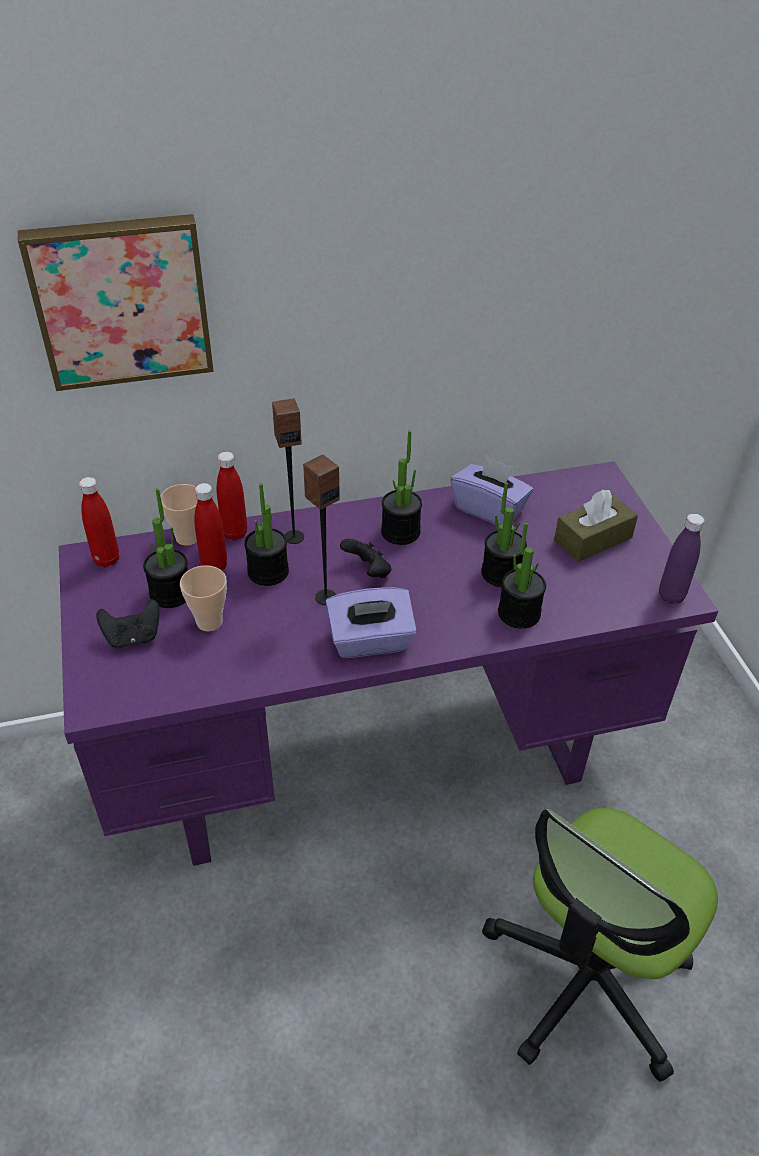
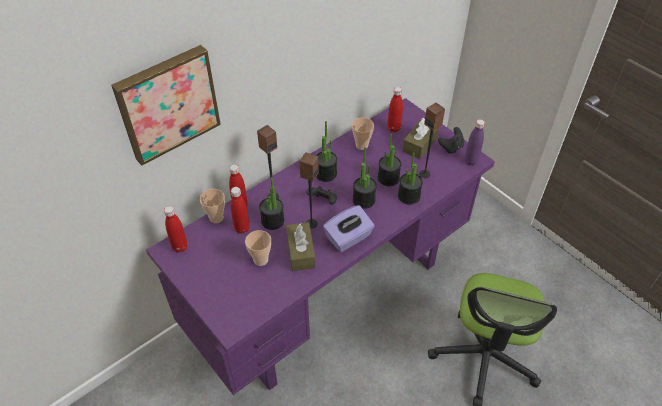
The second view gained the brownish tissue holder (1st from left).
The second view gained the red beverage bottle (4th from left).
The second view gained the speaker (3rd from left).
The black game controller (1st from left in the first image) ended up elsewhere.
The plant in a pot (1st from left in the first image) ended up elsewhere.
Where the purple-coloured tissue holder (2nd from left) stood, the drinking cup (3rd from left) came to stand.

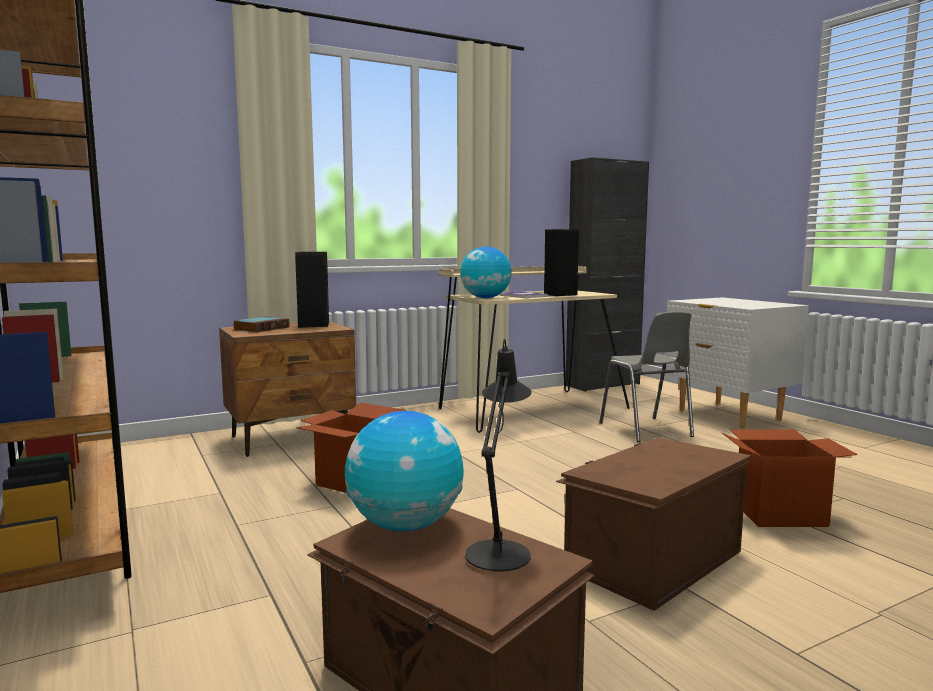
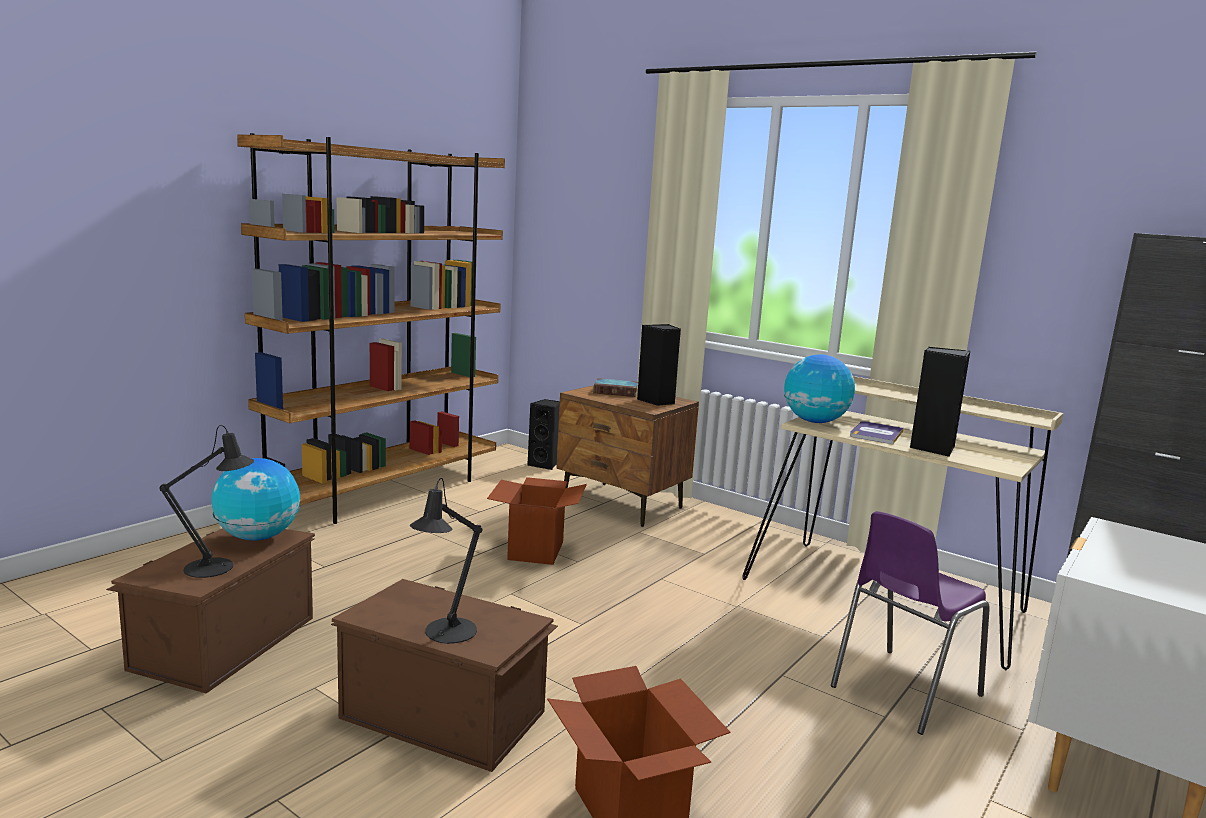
The second view gained the black table lamp (2nd from left).
The second view gained the black speaker (1st from left).
What was the gray chair turned into the purple-coloured chair.

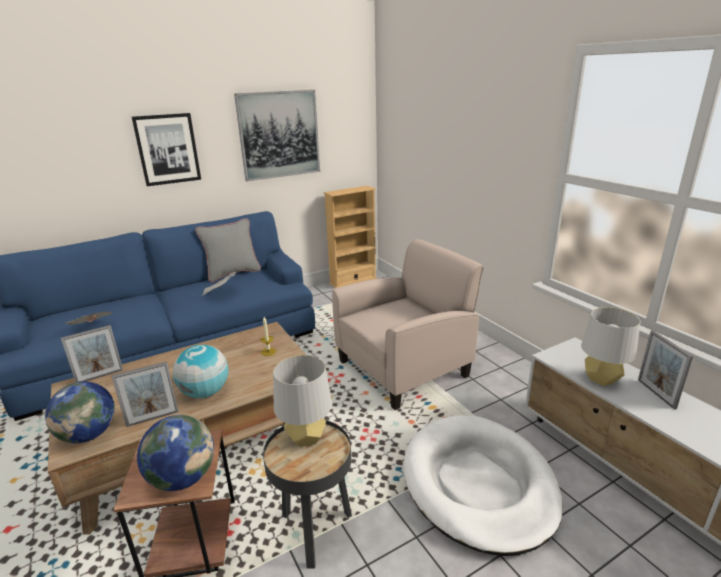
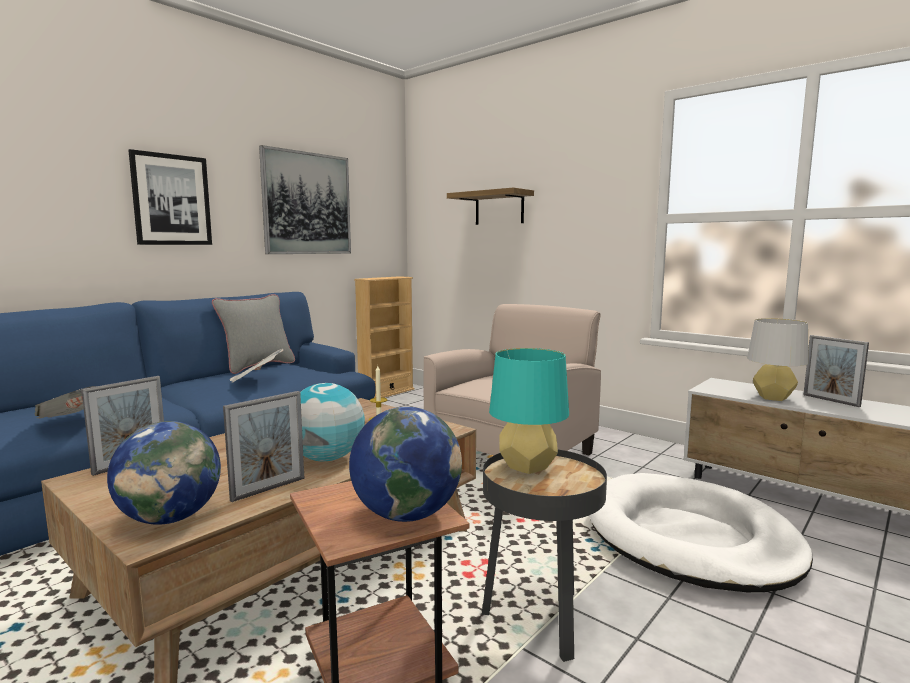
The second view gained the bracket shelf.
What was the gray table lamp (1st from left) turned into the blue-green table lamp.

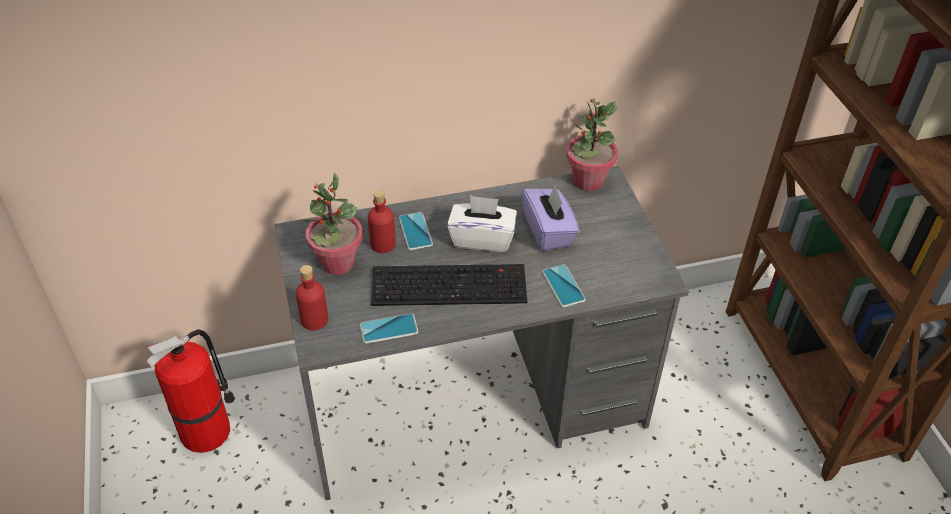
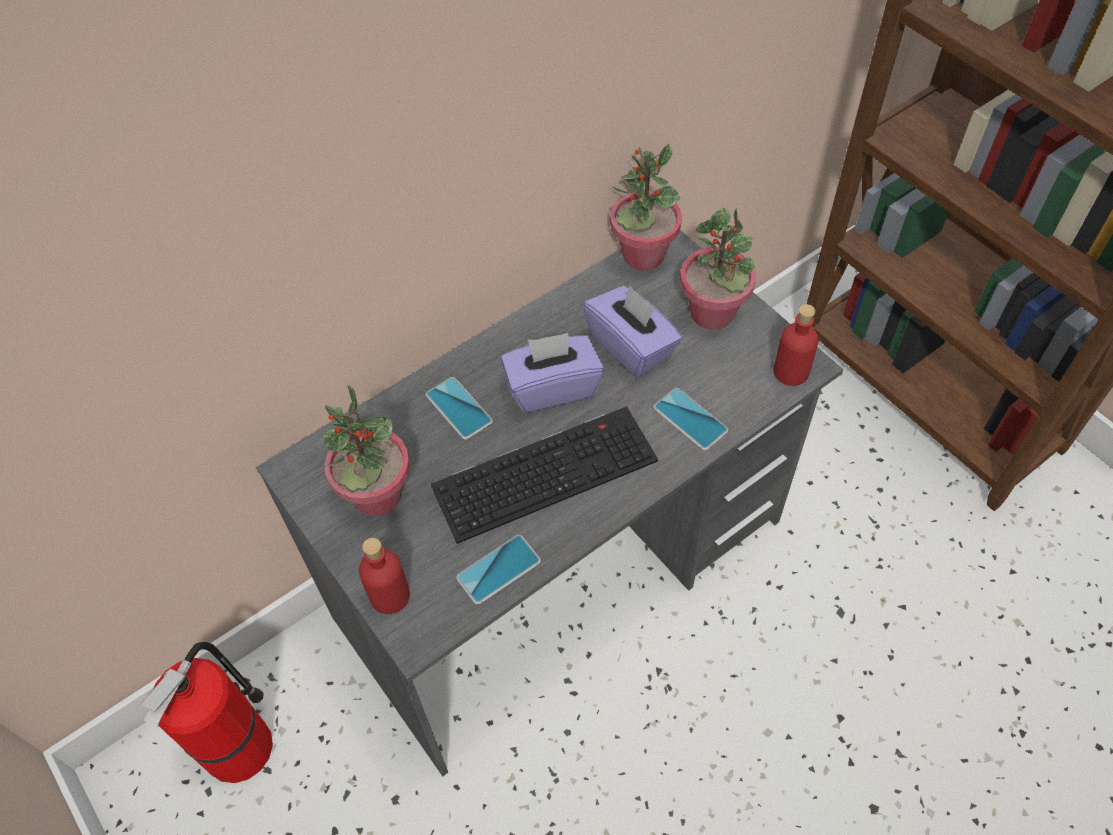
The second view gained the plant in a pot (3rd from left).
The red beverage bottle (2nd from left) ended up elsewhere.
What was the whitish tissue holder turned into the purple-coloured tissue holder (1st from left).

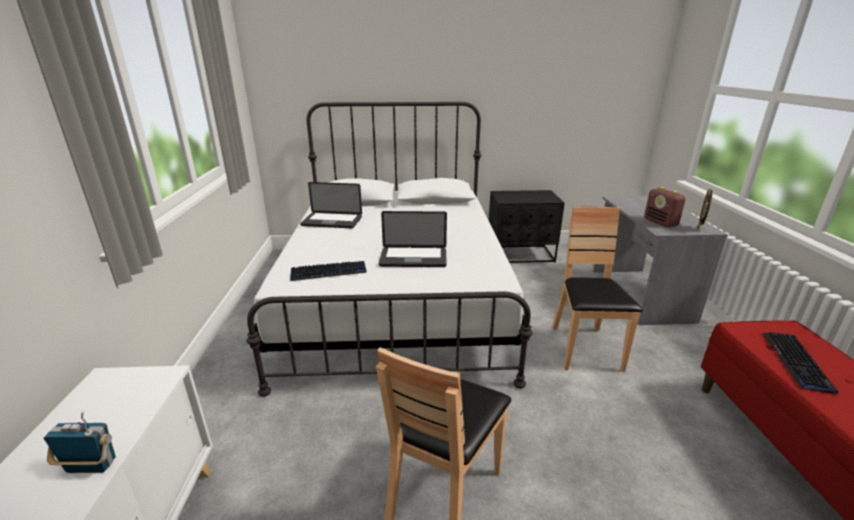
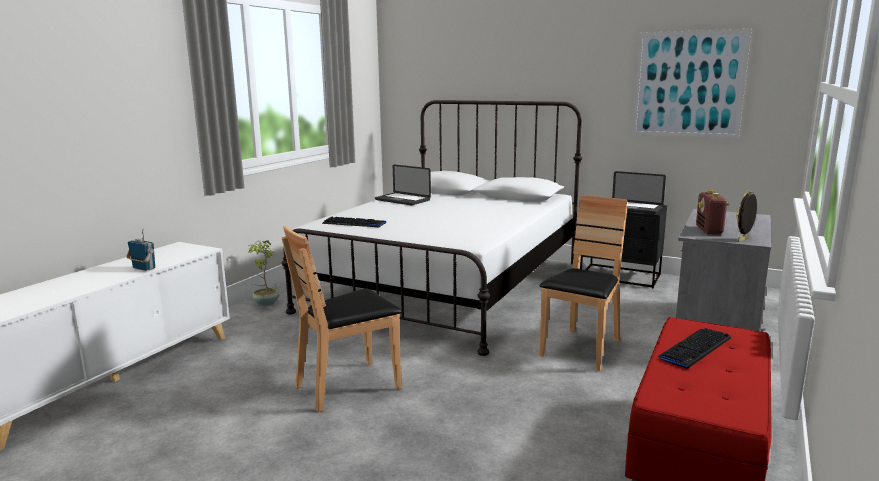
The second view gained the plant in a pot.
The second view gained the wall art.
The portable computer (2nd from left) ended up elsewhere.

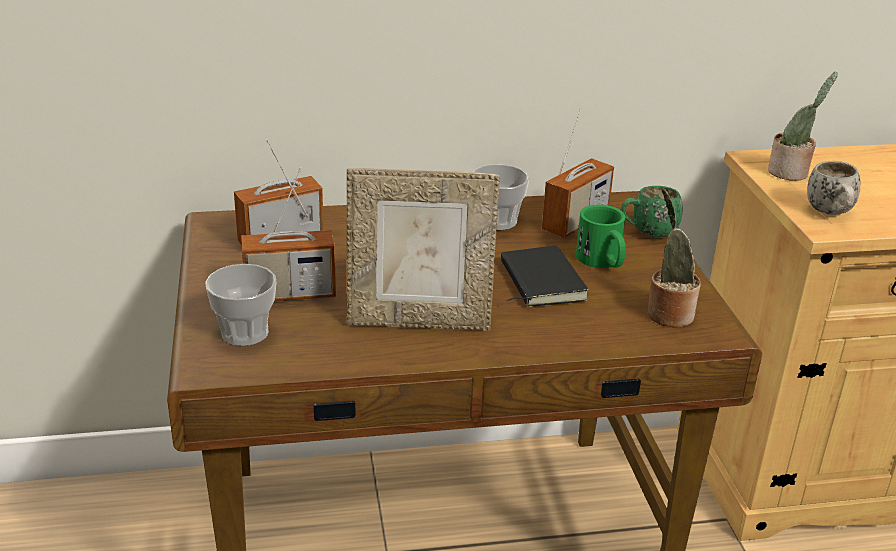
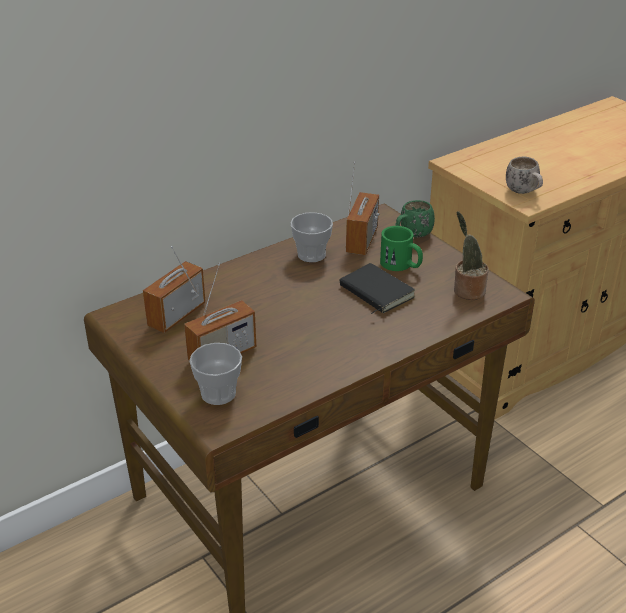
The second view lost the standing frame.
The second view lost the plant in a pot (2nd from left).

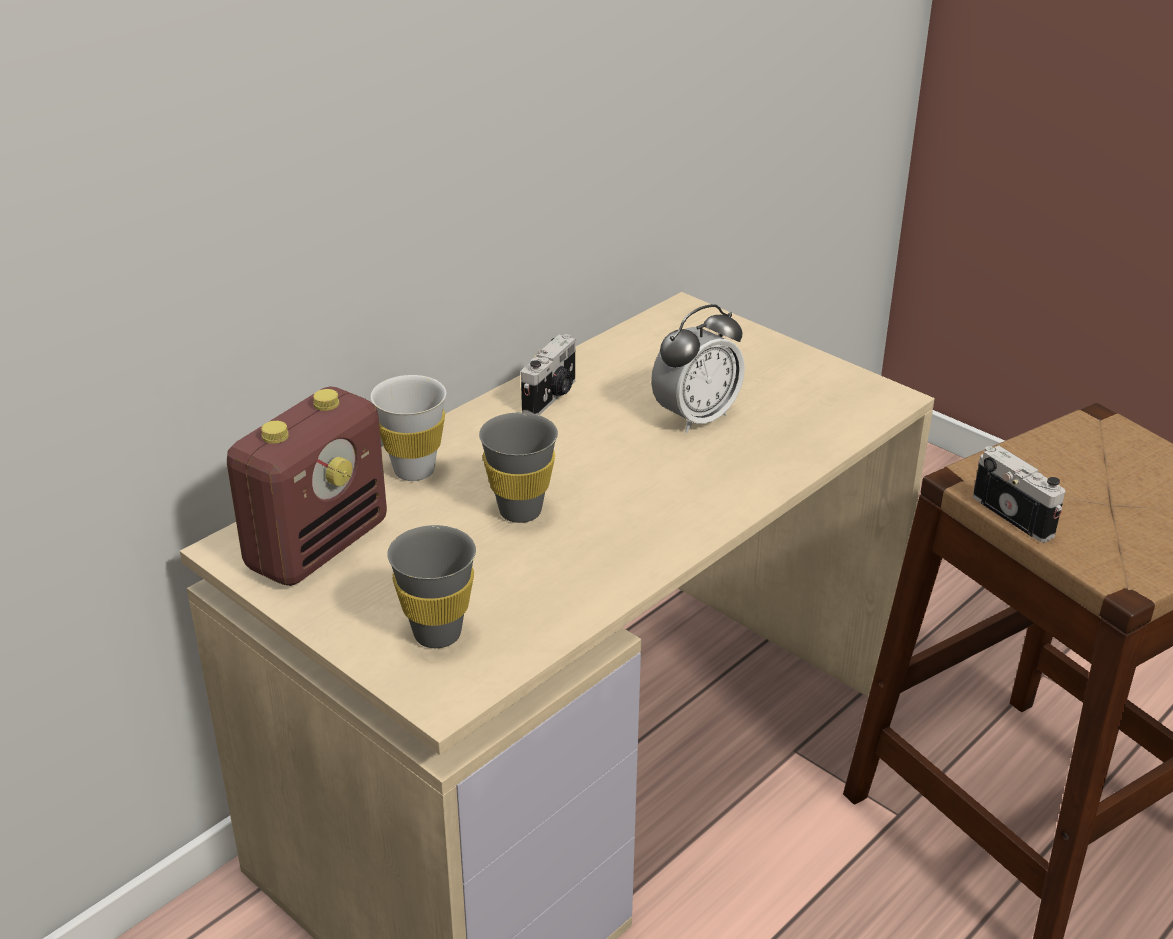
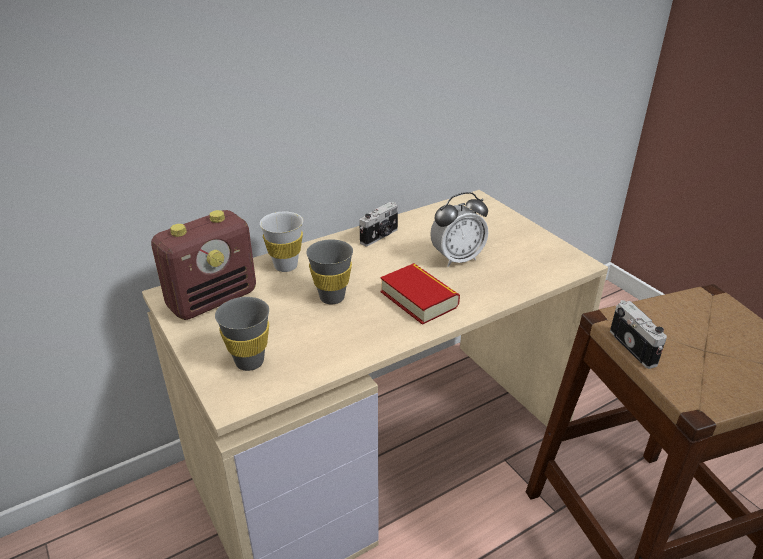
The second view gained the book.

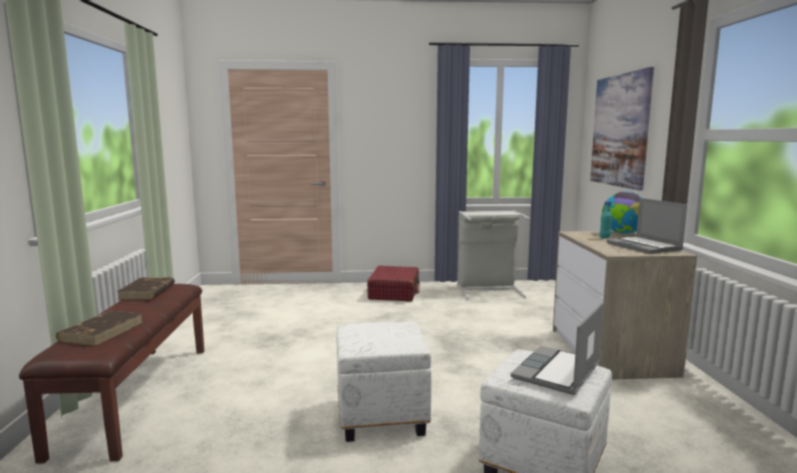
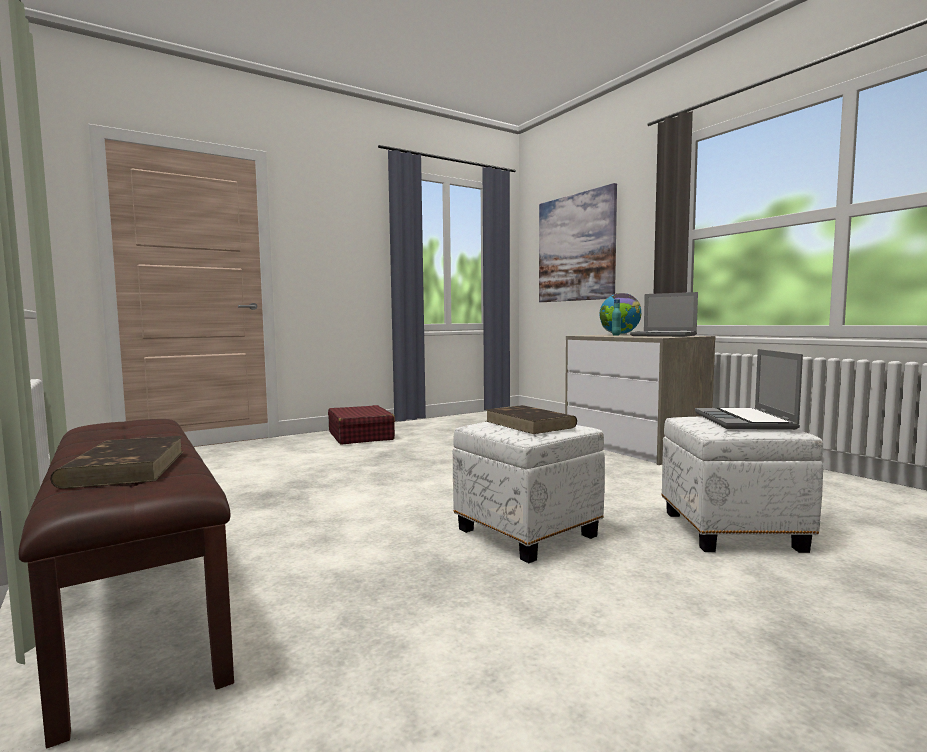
The second view lost the gray laundry basket.
The brownish book (2nd from left) ended up elsewhere.

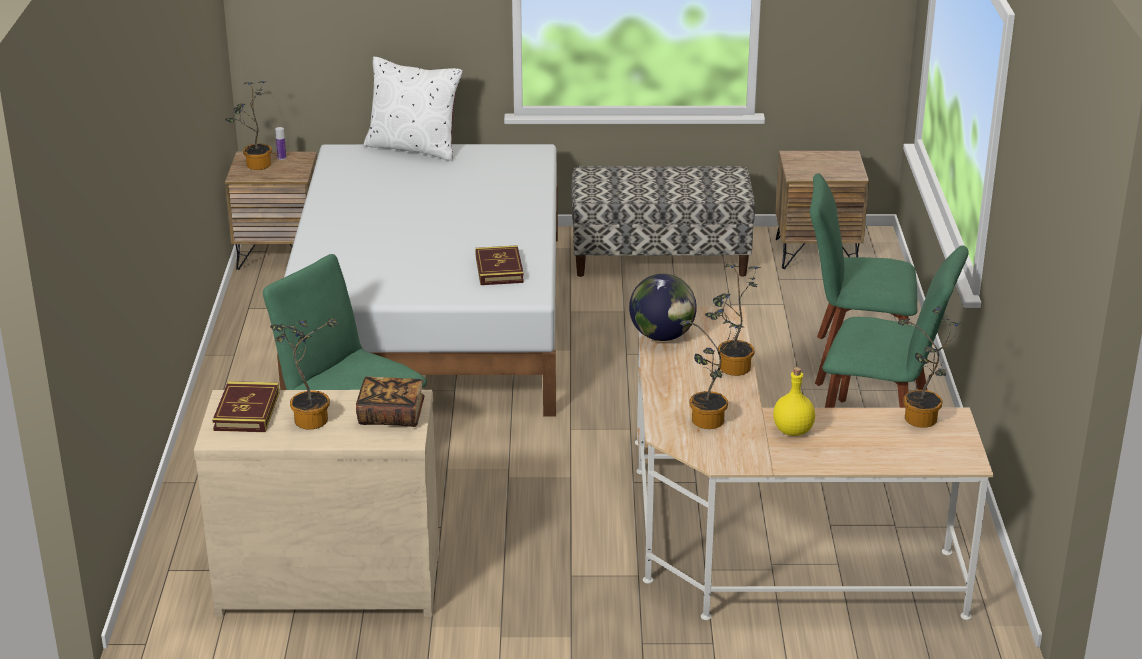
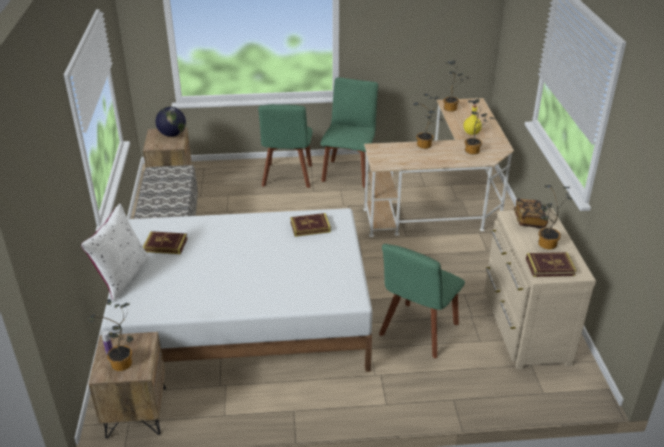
The second view gained the book (1st from left).
The globe ended up elsewhere.

